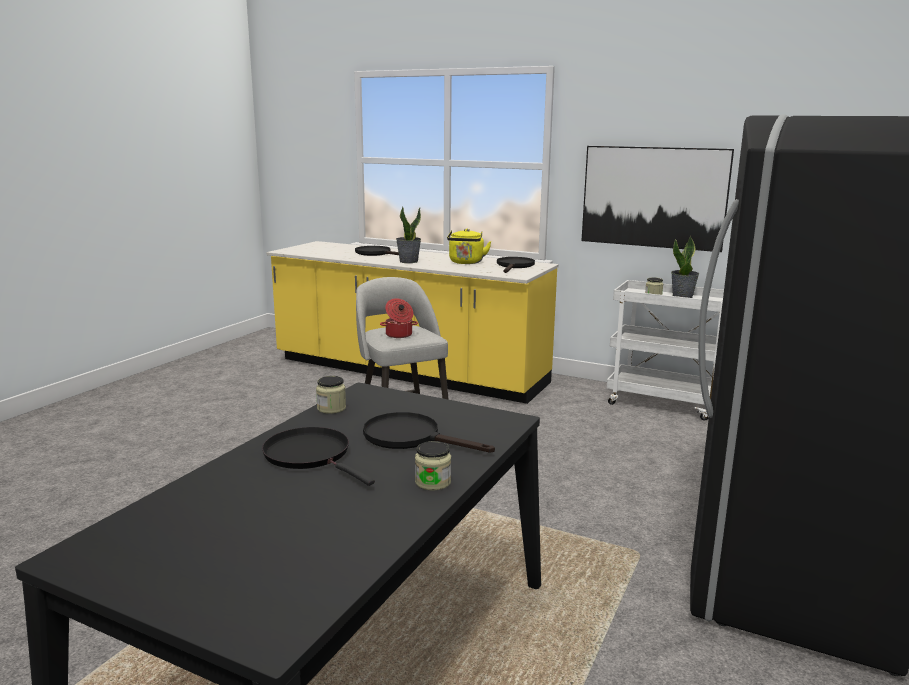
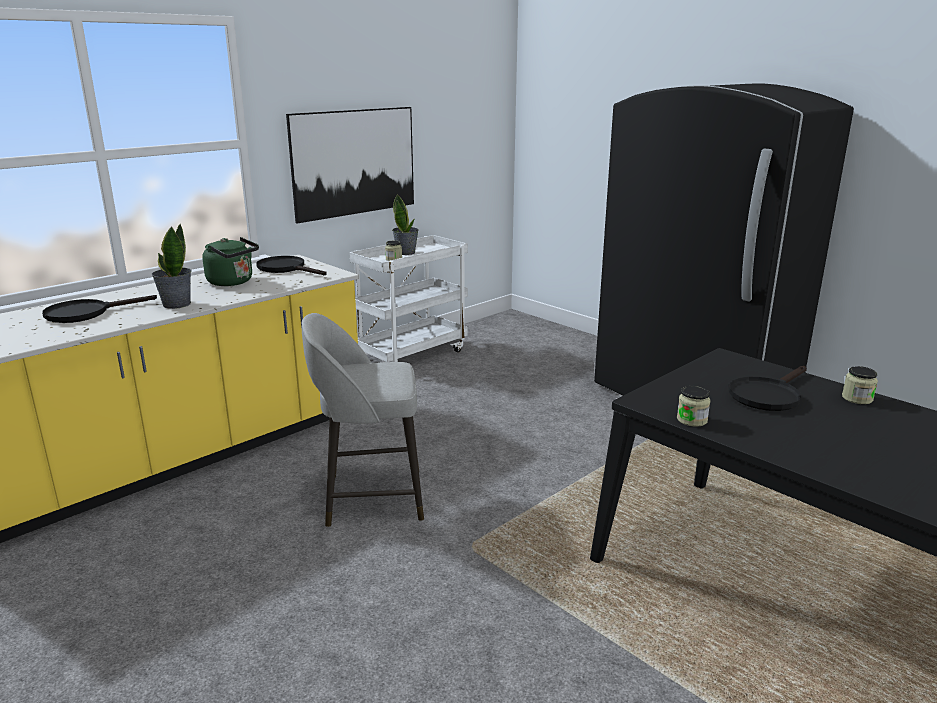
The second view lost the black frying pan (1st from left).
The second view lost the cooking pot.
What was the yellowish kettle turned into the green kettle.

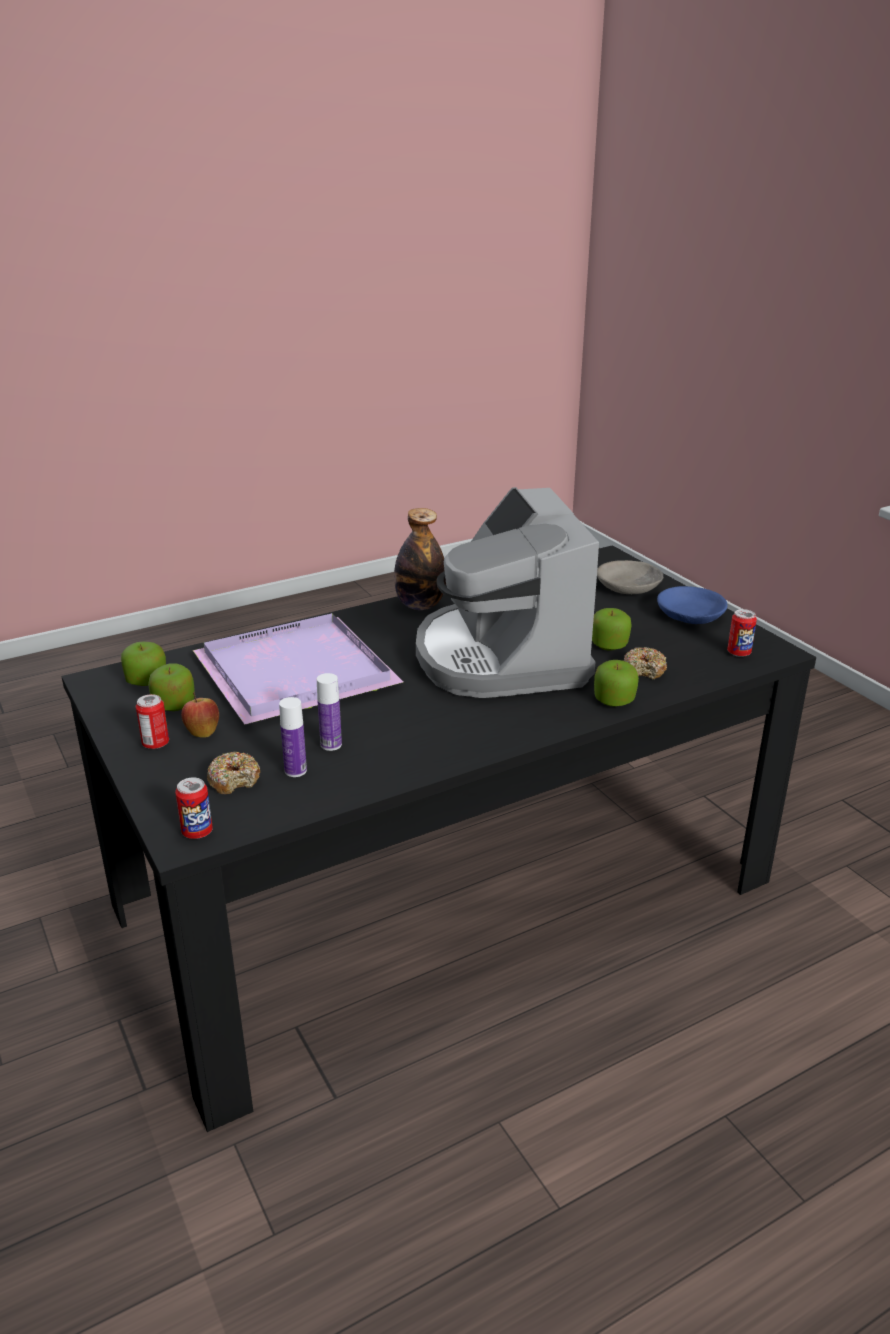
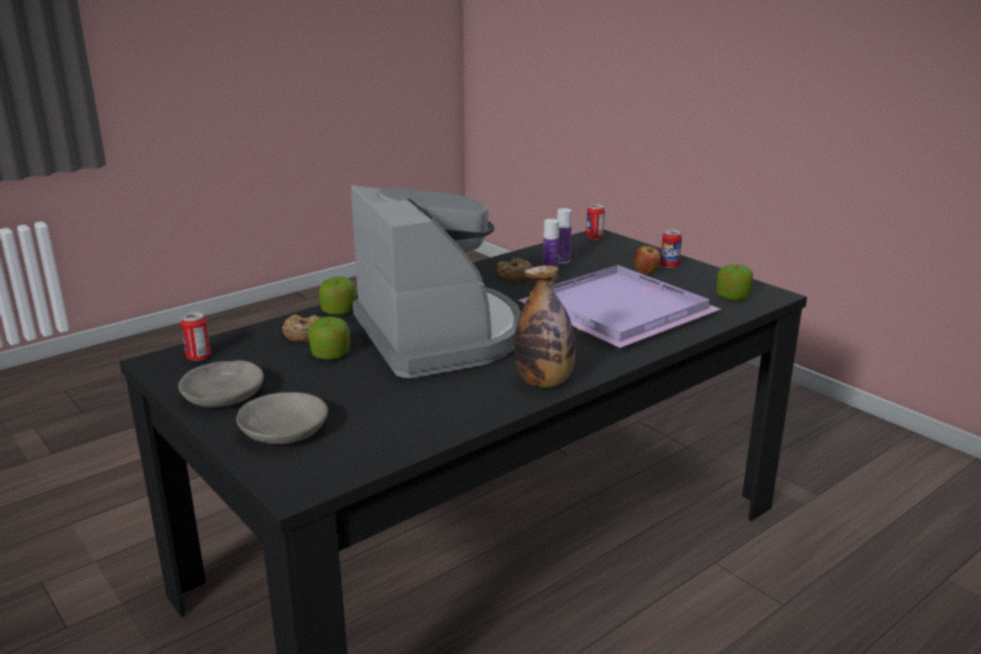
The second view lost the apple (2nd from left).
The doughnut (1st from left in the first image) ended up elsewhere.
What was the blue deep dish turned into the gray deep dish (1st from left).

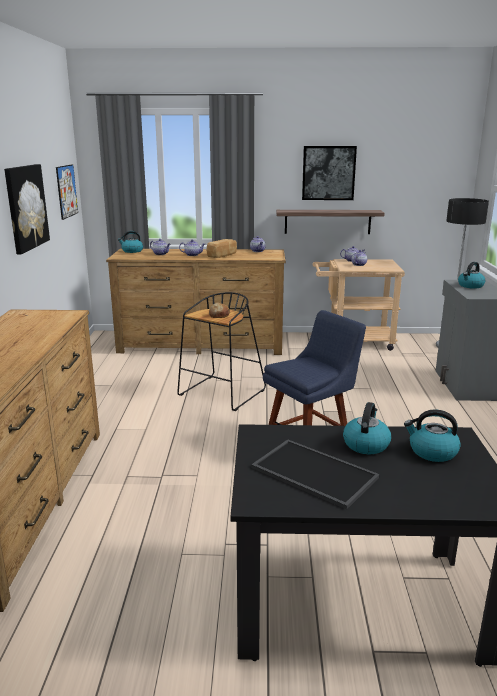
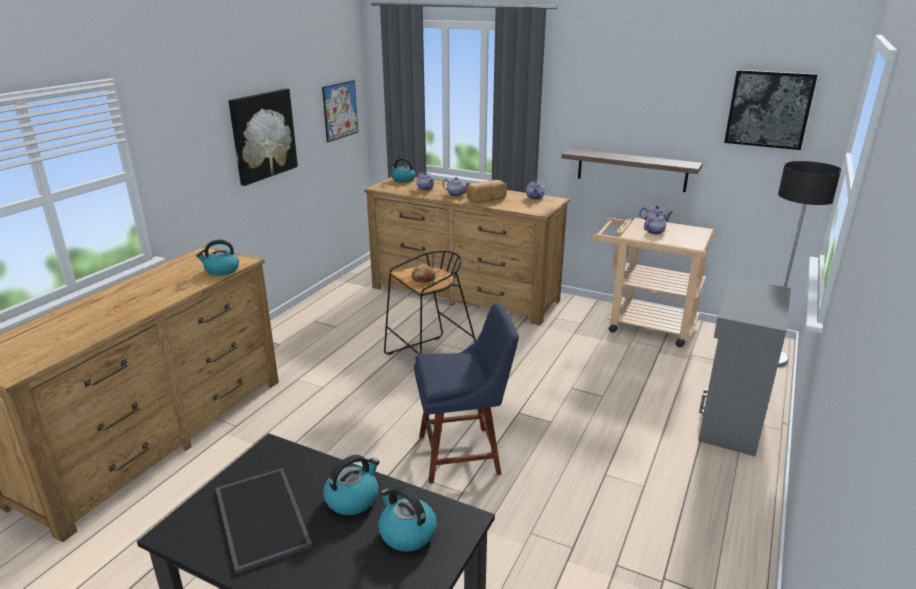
The wall art (3rd from left) ended up elsewhere.
The kettle (4th from left in the first image) ended up elsewhere.

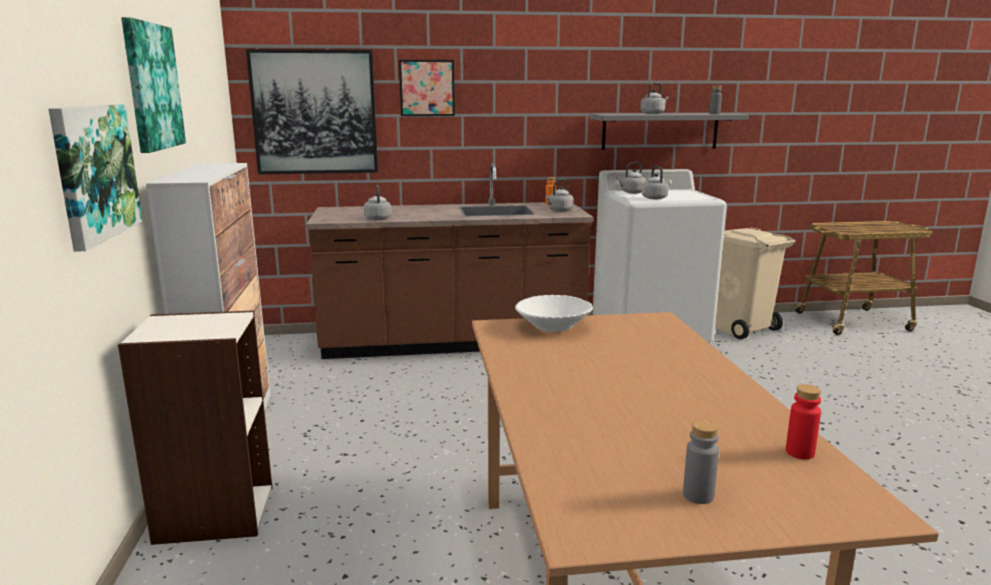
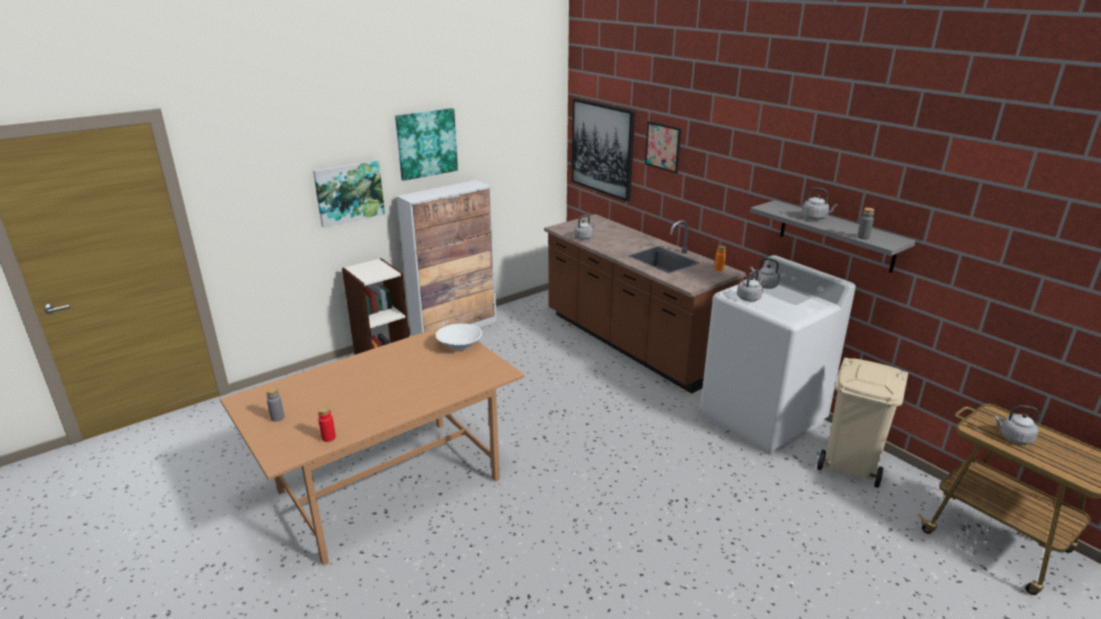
The gray kettle (2nd from left in the first image) ended up elsewhere.

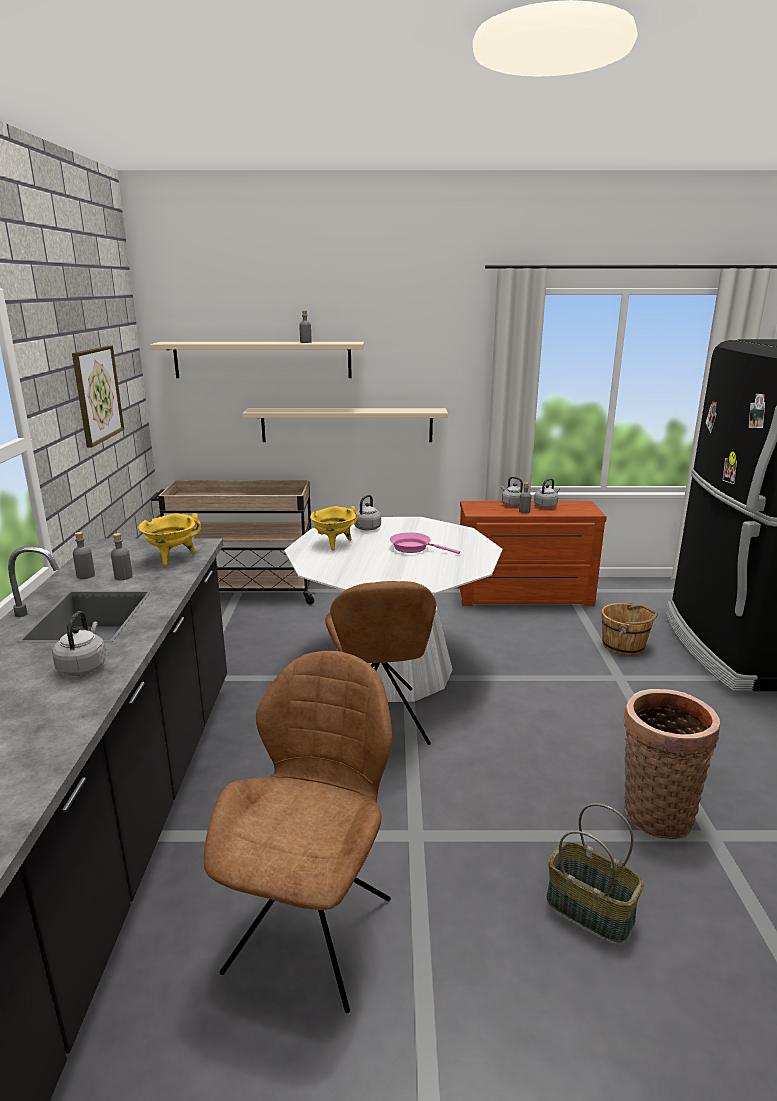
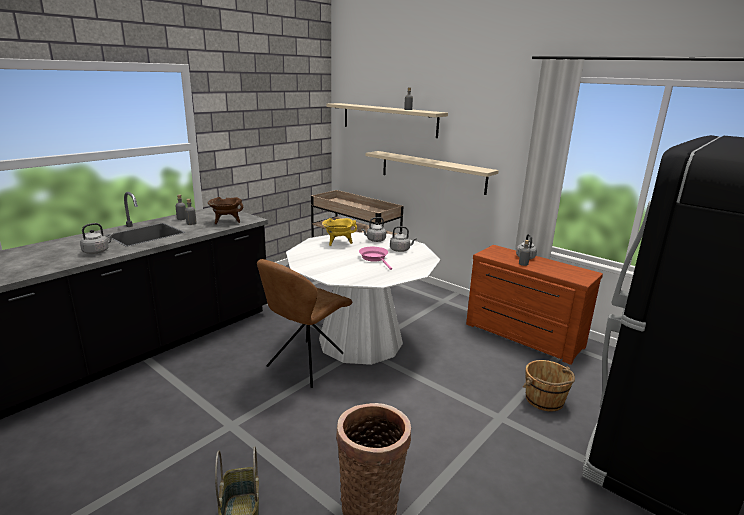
The second view lost the wall art.
The second view lost the brownish chair (1st from left).
The gray kettle (4th from left in the first image) ended up elsewhere.
What was the yellowish cooking pot (1st from left) turned into the brownish cooking pot.

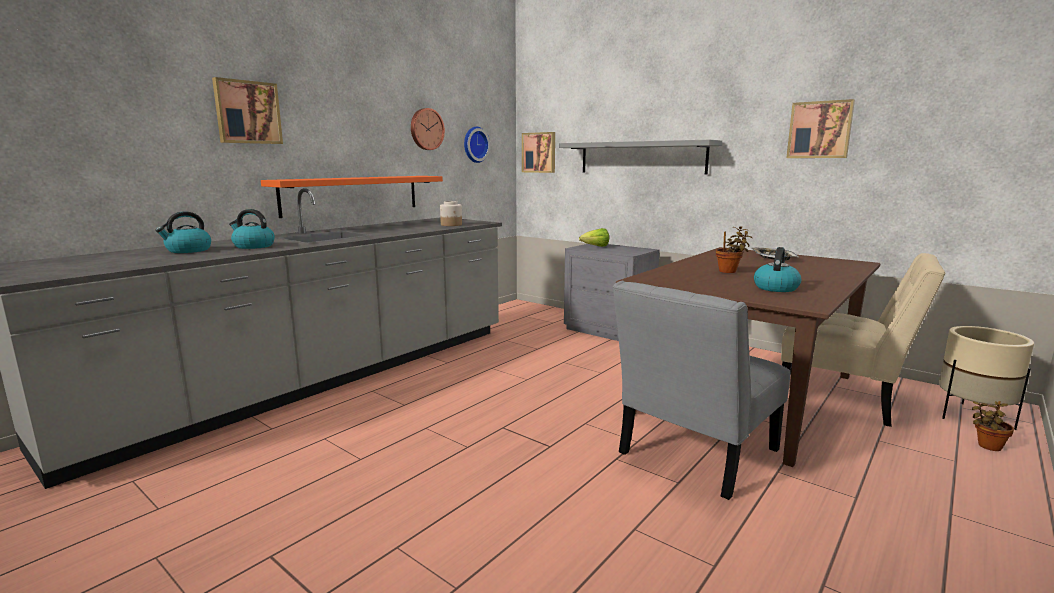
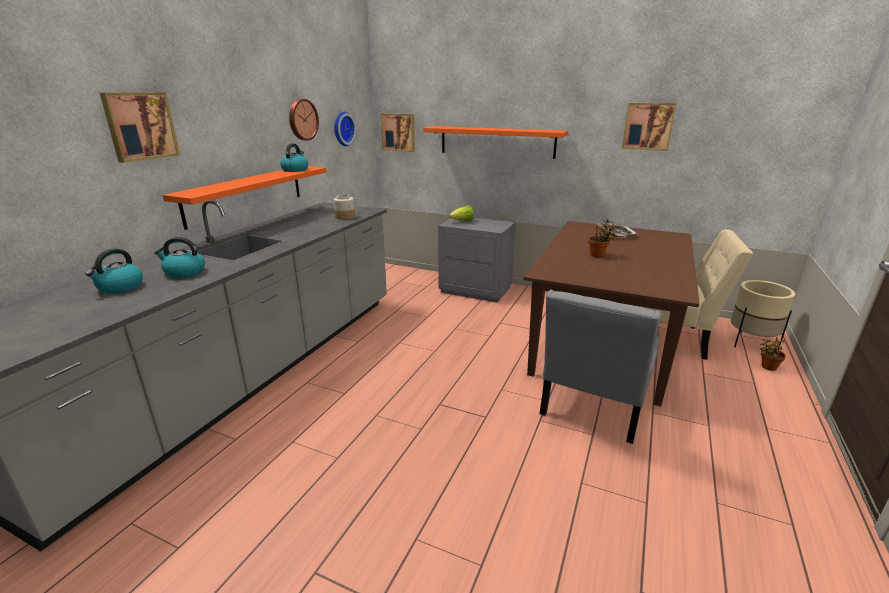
The kettle (3rd from left) ended up elsewhere.
What was the gray bracket shelf turned into the orange-coloured bracket shelf (2nd from left).

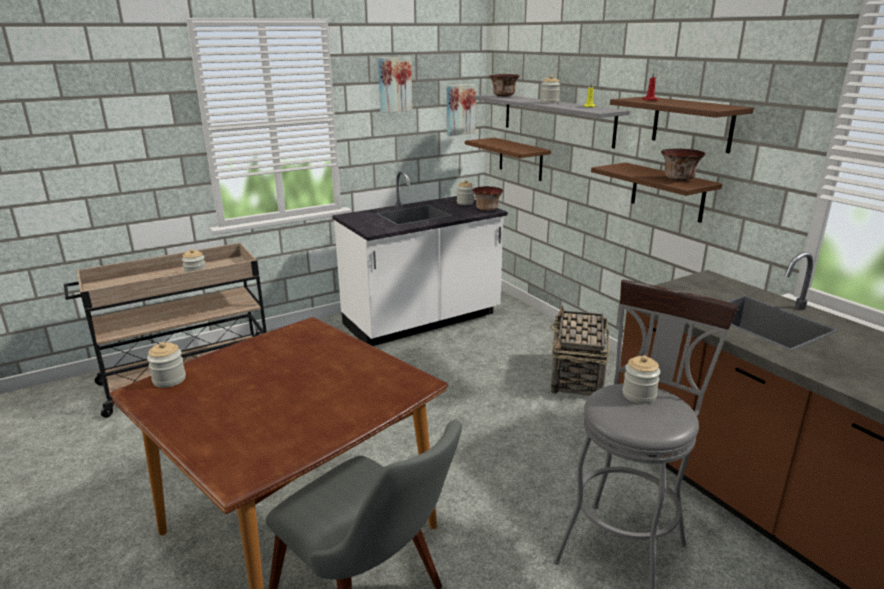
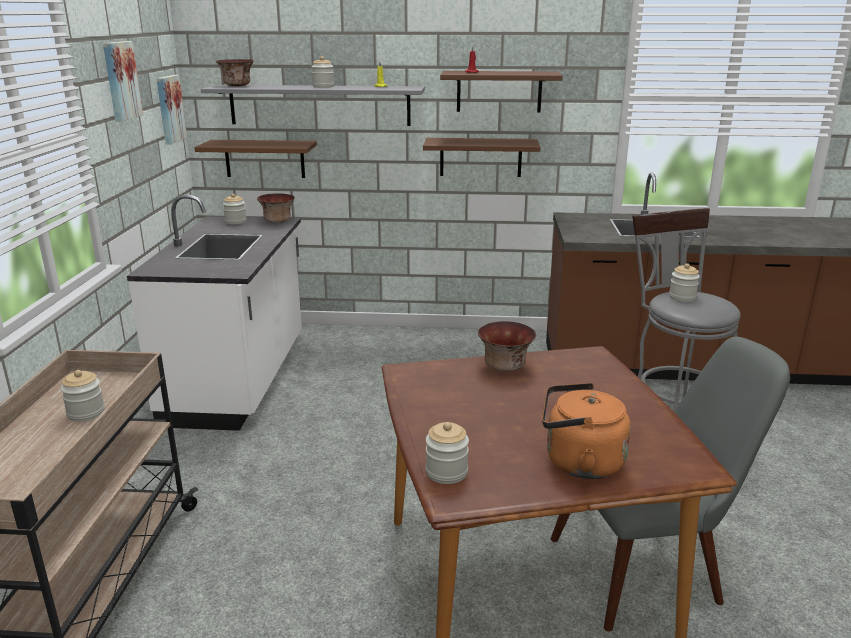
The second view lost the basket.
The second view gained the orange-coloured kettle.
The deep dish (3rd from left) ended up elsewhere.

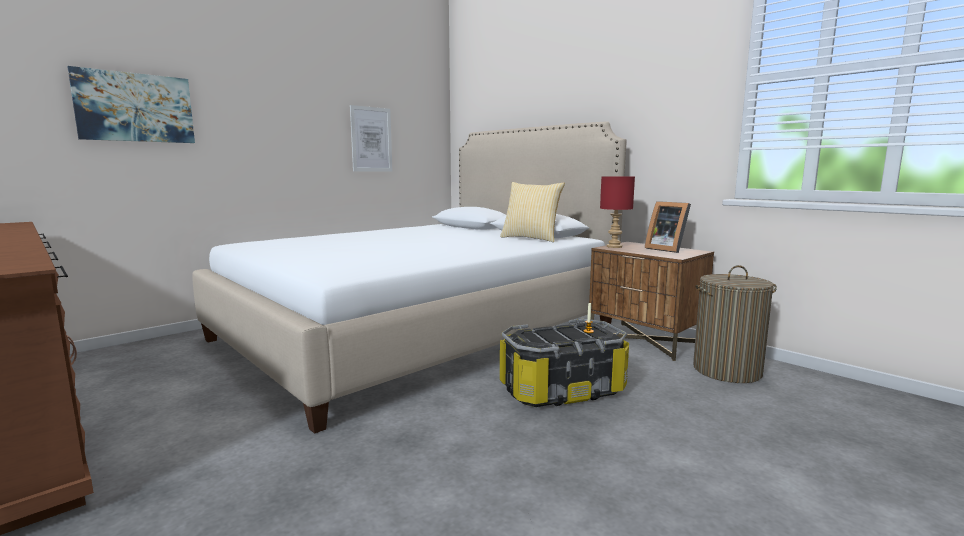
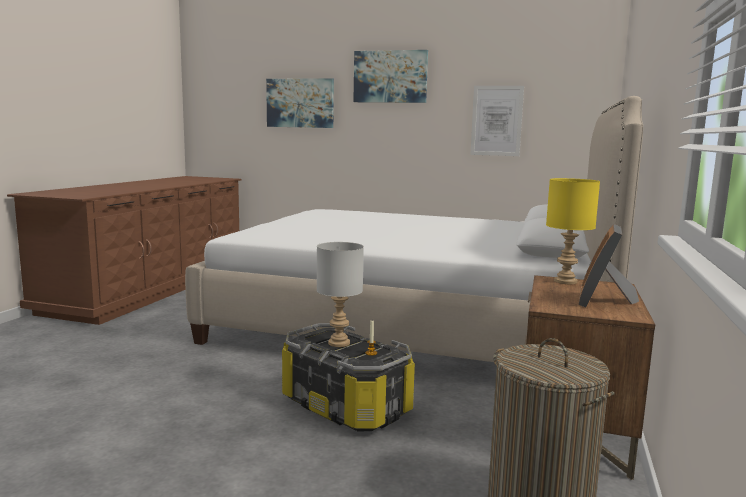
The second view lost the cushion.
The second view gained the gray table lamp.
The second view gained the wall art (2nd from left).
What was the red table lamp turned into the yellowish table lamp.

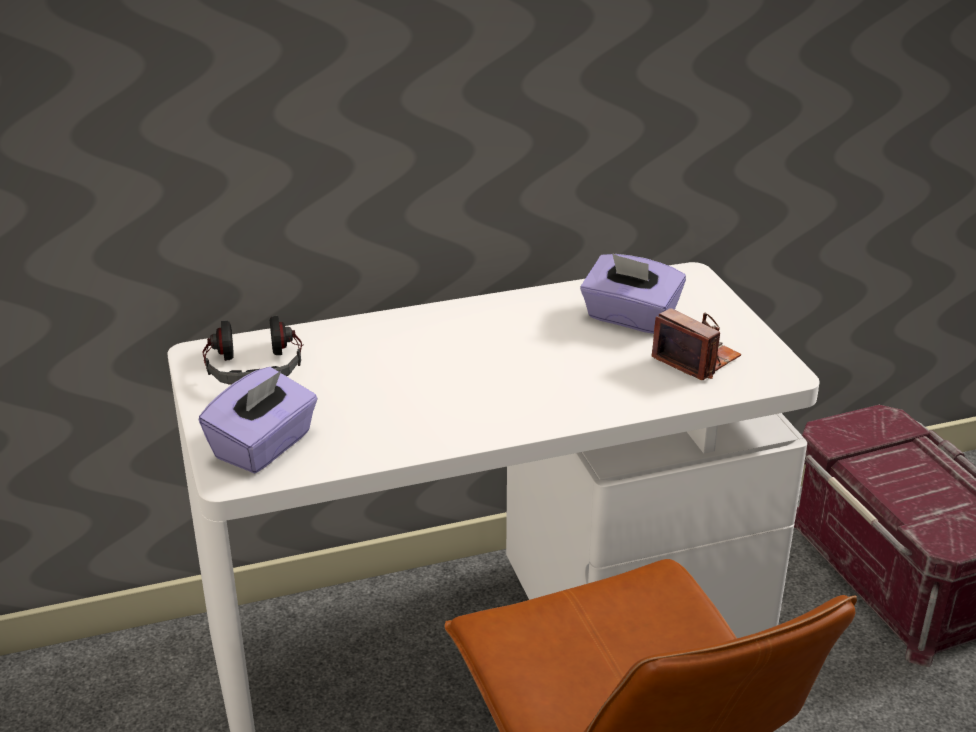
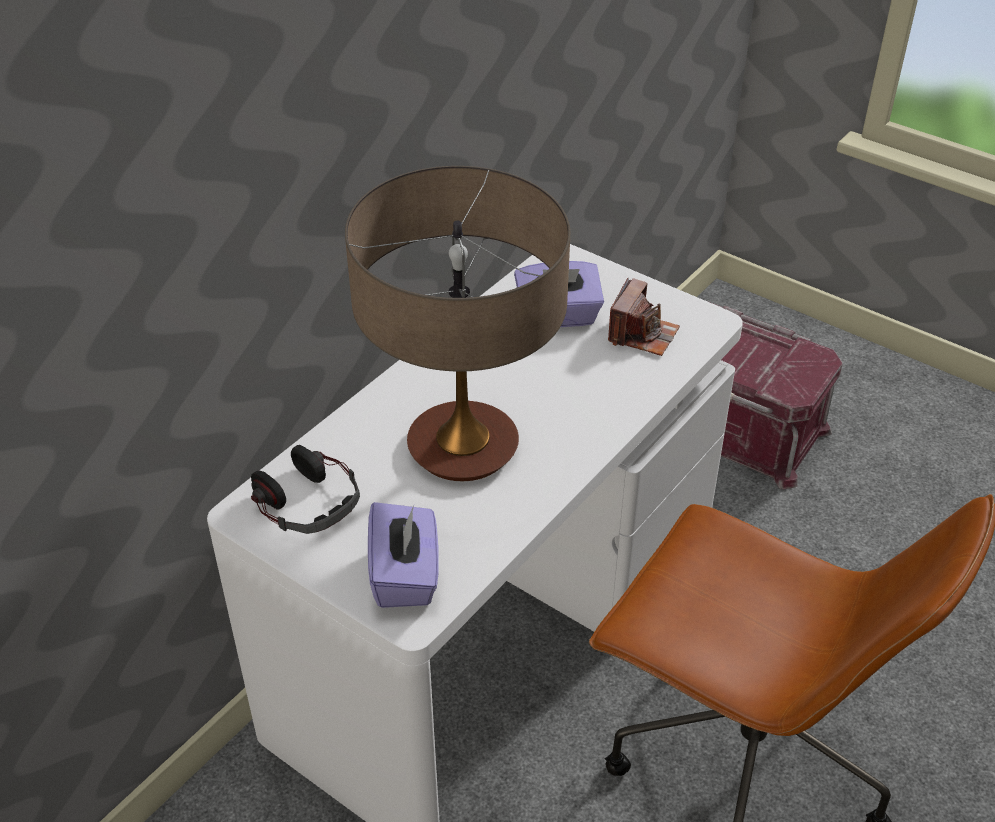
The second view gained the table lamp.
The still camera ended up facing another way, 105 degrees clockwise from before.

